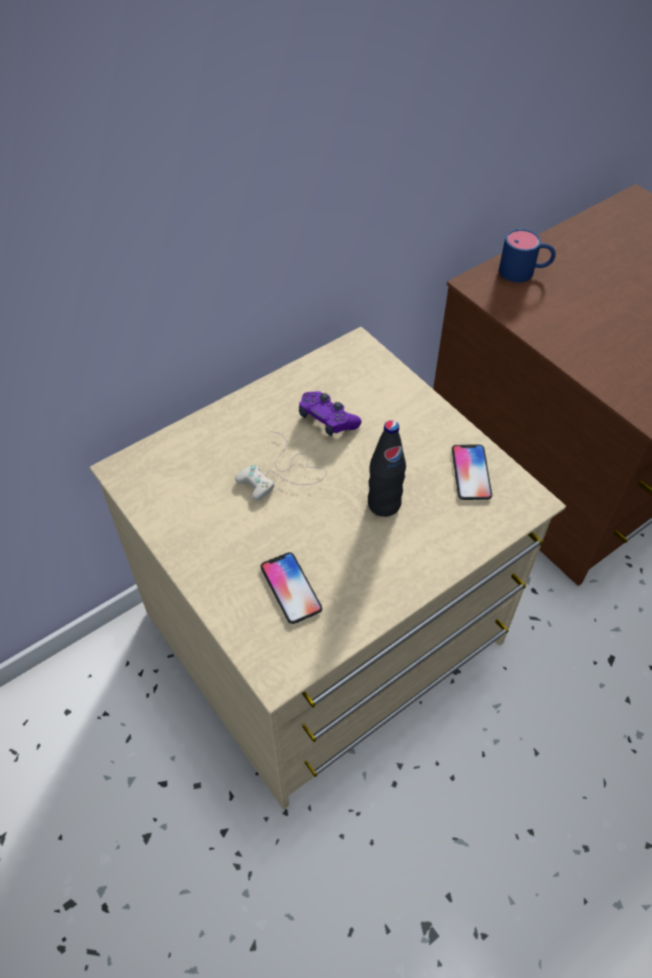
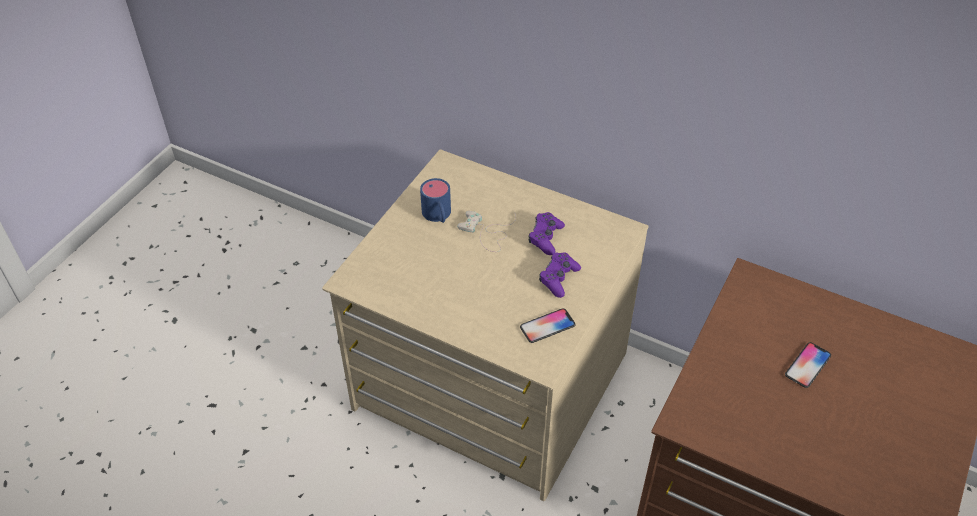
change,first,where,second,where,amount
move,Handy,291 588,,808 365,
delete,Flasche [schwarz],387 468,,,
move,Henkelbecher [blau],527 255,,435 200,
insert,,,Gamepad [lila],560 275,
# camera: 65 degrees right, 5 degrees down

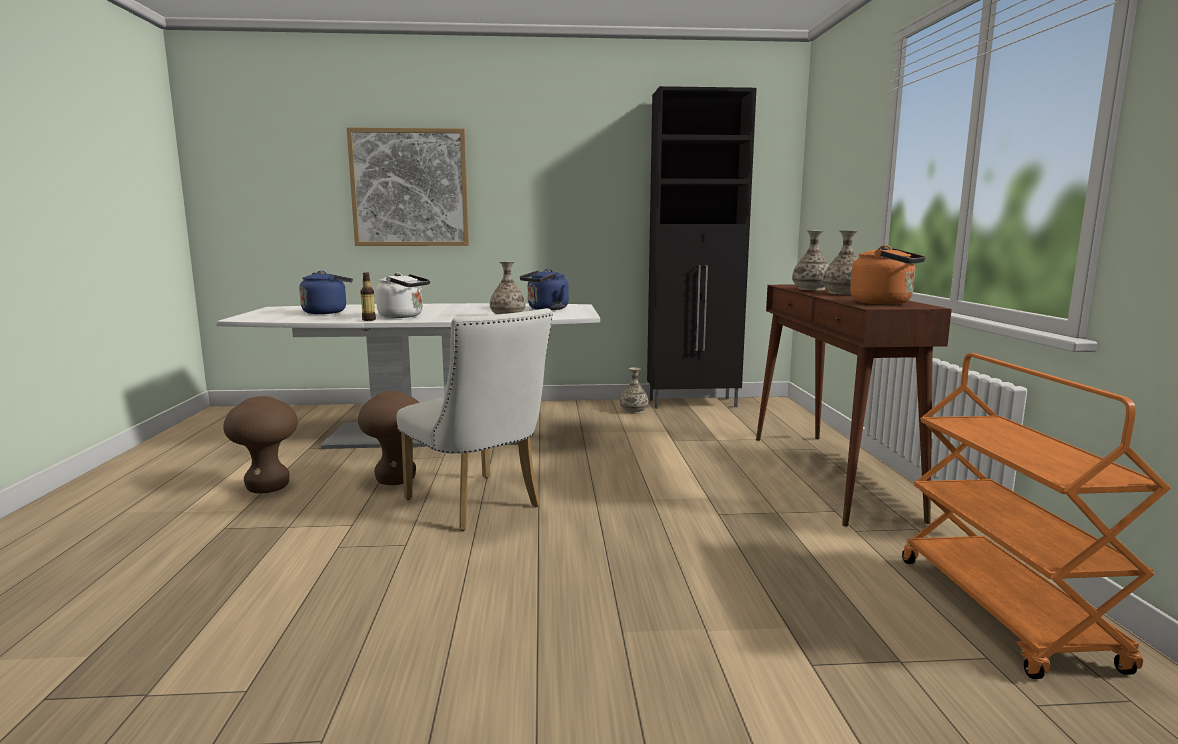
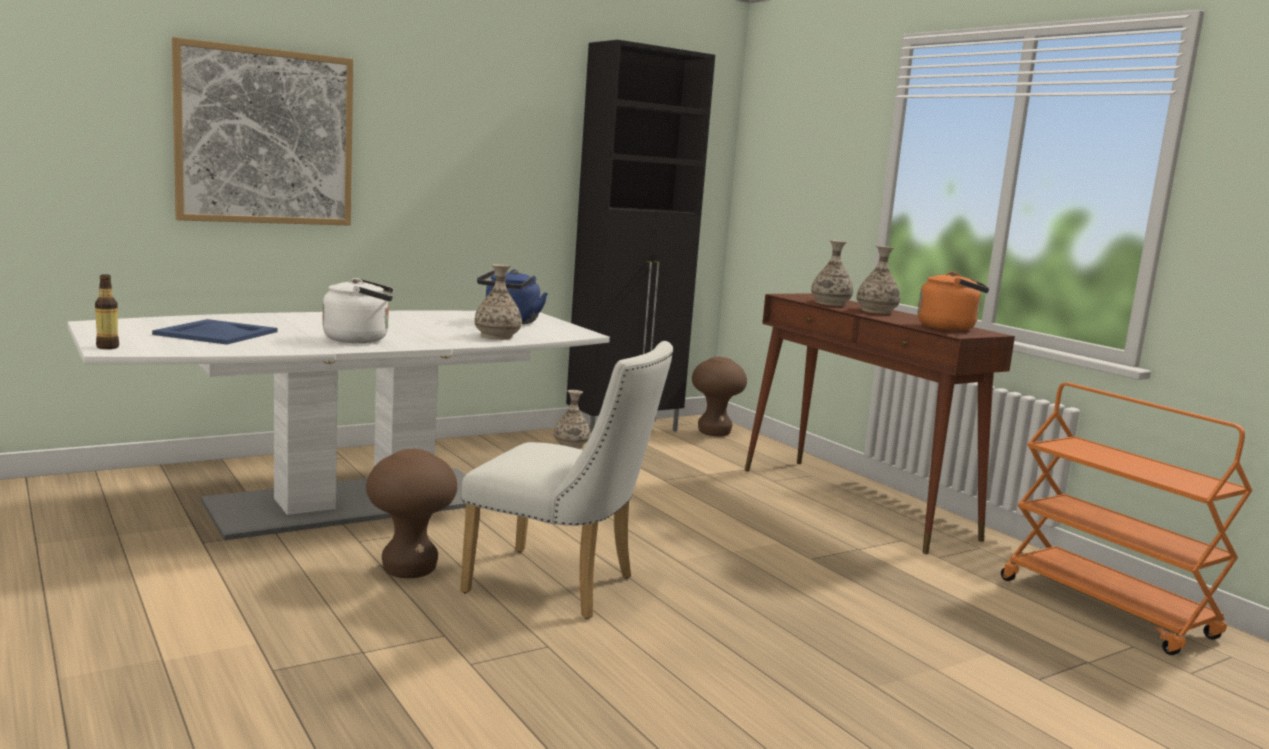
change,first,where,second,where,amount
move,Hocker [braun],260 444,,719 396,
replace,Wasserkessel [blau],326 292,Tablett [blau],214 332,
move,Flasche,368 296,,107 311,
# camera: 30 degrees left, 0 degrees up

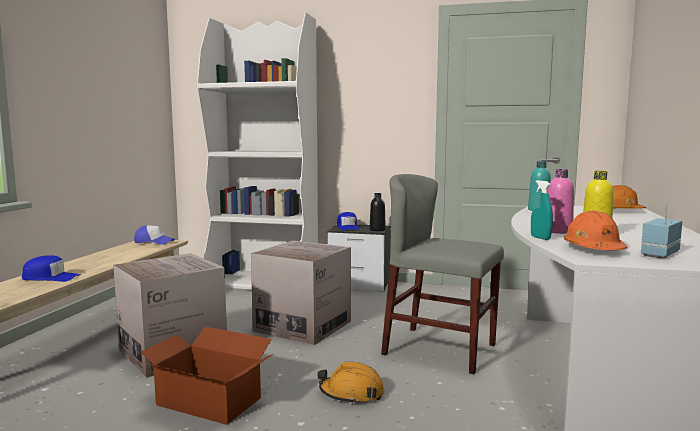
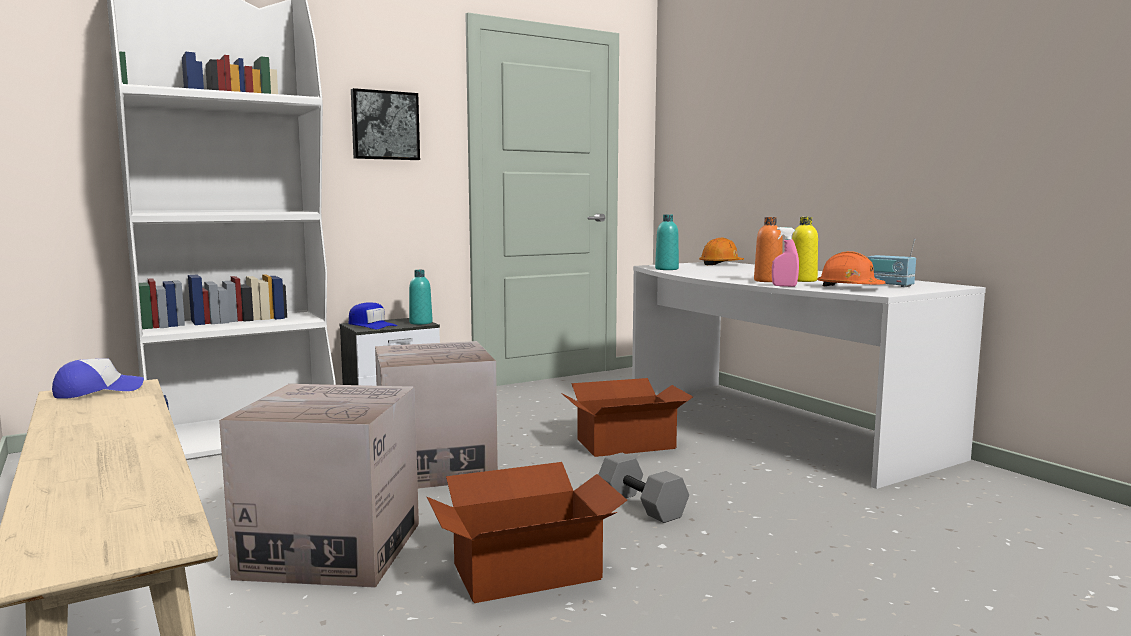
change,first,where,second,where,amount
delete,Kappe [blau],51 268,,,
replace,Schutzhelm [orange],350 383,Hantel [grau],643 488,
recolor,Flasche [schwarz],378 212,Flasche [türkis],421 297,
replace,Stuhl [grau],442 274,Karton,627 417,
recolor,Sprühflasche [türkis],542 210,Sprühflasche [rosa],785 257,
recolor,Flasche [rosa],561 201,Flasche [orange],768 249,
rotate,Radio,661 230,,892 262,45 degrees counterclockwise
insert,,,Bild,385 124,
# camera: 45 degrees left, 0 degrees up

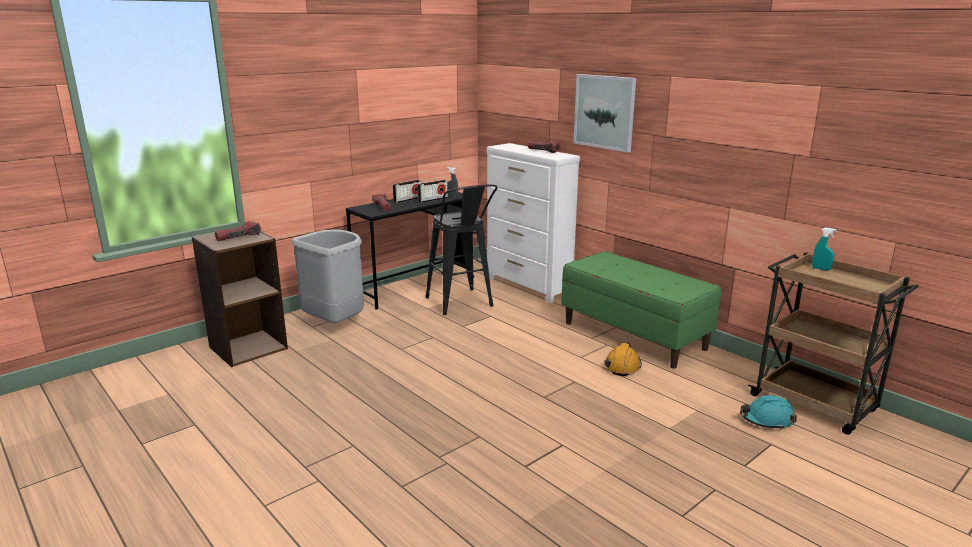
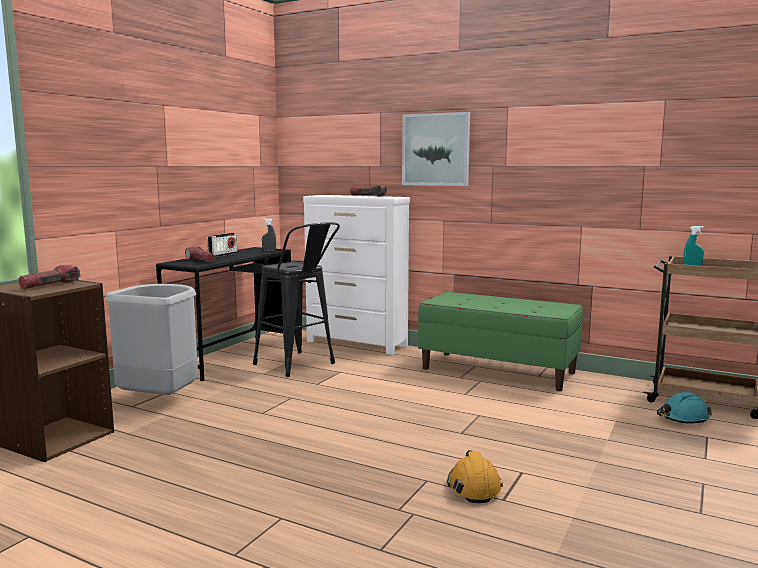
change,first,where,second,where,amount
delete,Radio,433 191,,,
move,Schutzhelm [orange],623 359,,475 476,
# camera: 20 degrees left, 10 degrees down

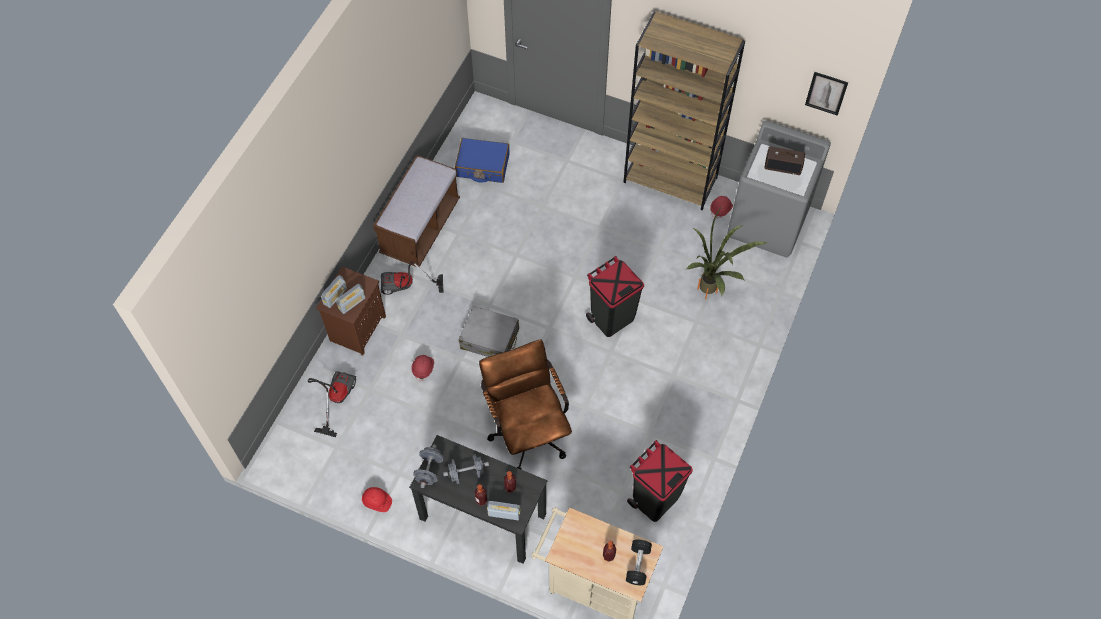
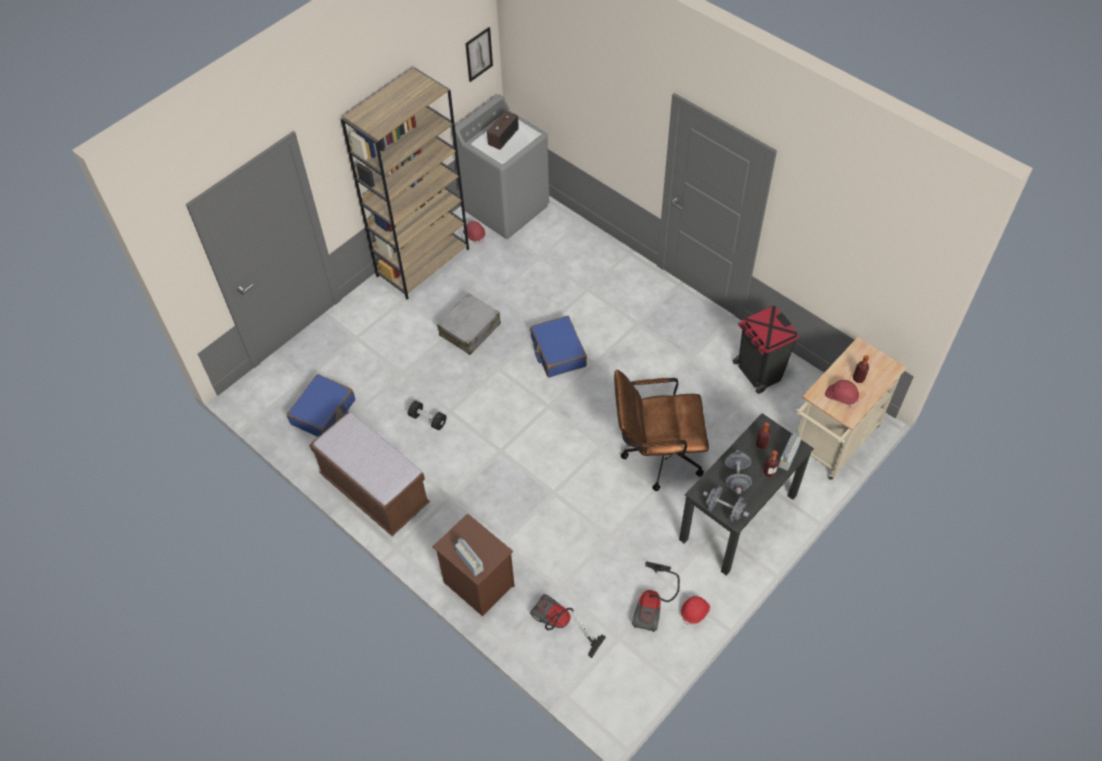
change,first,where,second,where,amount
delete,Radio,350 299,,,
move,Staubsauger,412 278,,656 596,
move,Schutzhelm [rot],422 368,,842 393,
move,Koffer [grau],489 331,,469 324,
replace,Mülleimer [schwarz],615 296,Koffer [blau],558 346,
move,Hantel [schwarz],639 562,,427 415,
delete,Topfpflanze,727 253,,,
# camera: 70 degrees left, 5 degrees down

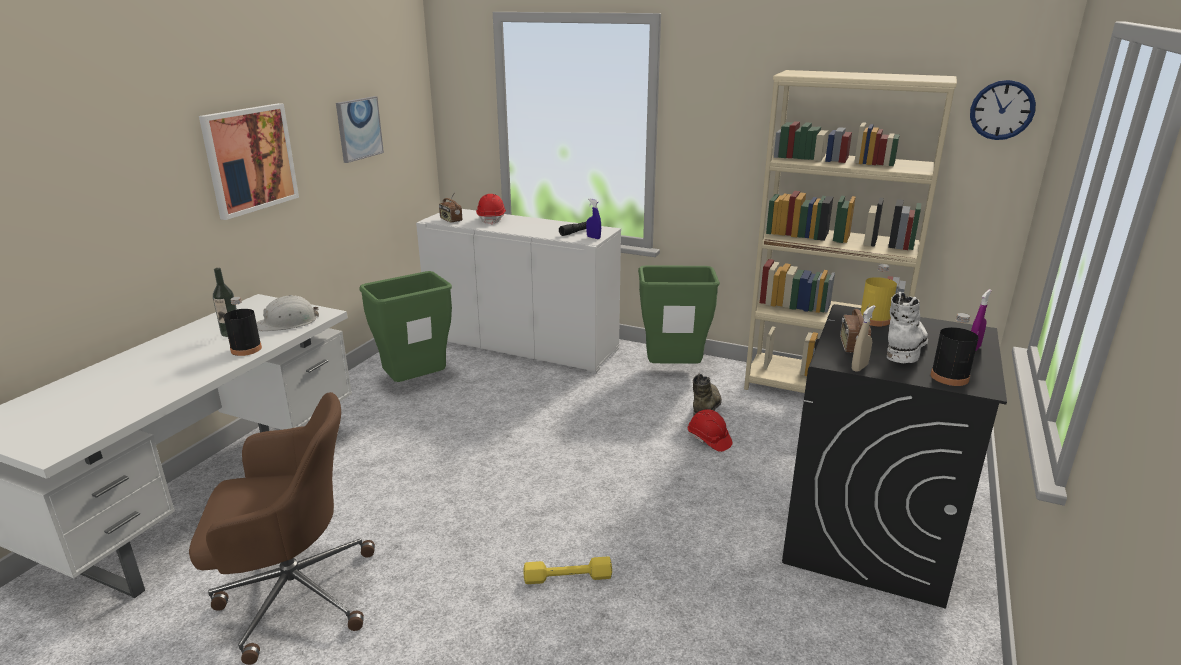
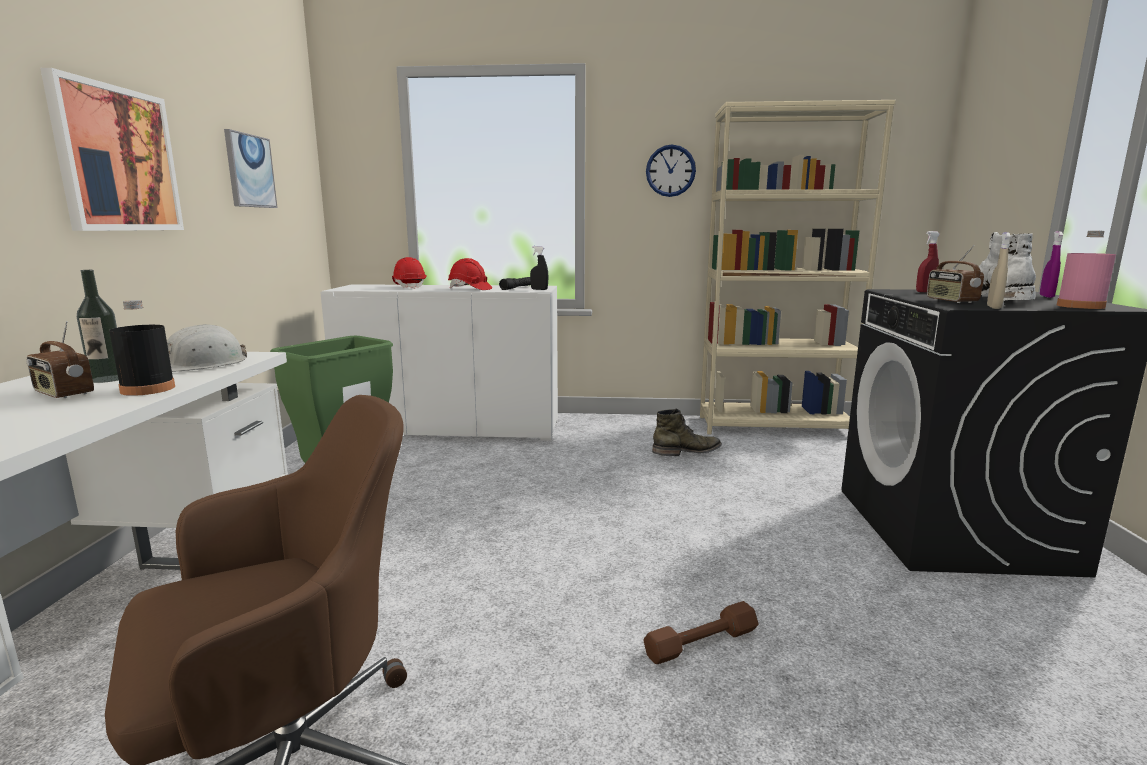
change,first,where,second,where,amount
move,Radio,450 207,,60 359,
recolor,Hantel [gelb],568 570,Hantel [braun],701 632,
recolor,Sprühflasche [blau],593 218,Sprühflasche [schwarz],539 268,
delete,Mülleimer [grün],679 314,,,
move,Schutzhelm [rot],710 430,,470 274,
rotate,Stiefel [grün],707 395,,687 432,75 degrees clockwise
replace,Flasche [gelb],879 295,Sprühflasche [rot],928 261,
recolor,Flasche [schwarz],955 349,Flasche [rosa],1086 270,
move,Wanduhr,1003 110,,671 171,
# camera: 20 degrees left, 10 degrees down

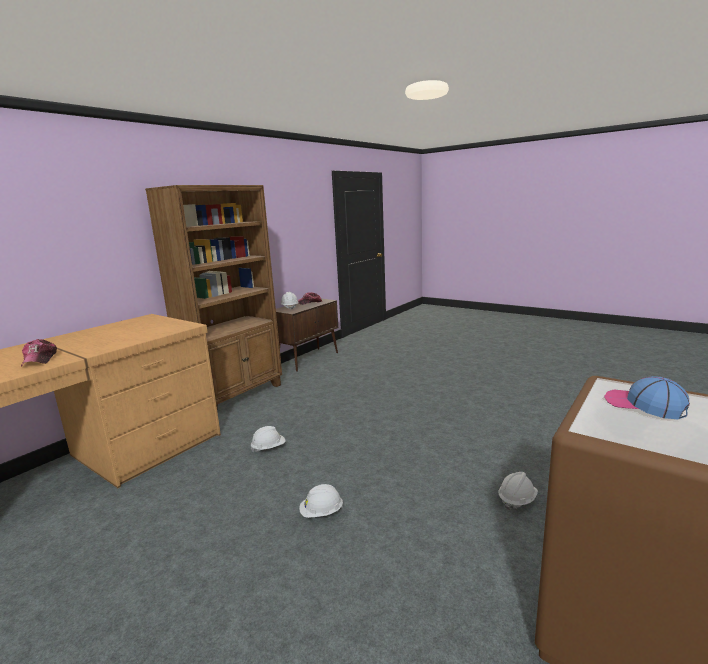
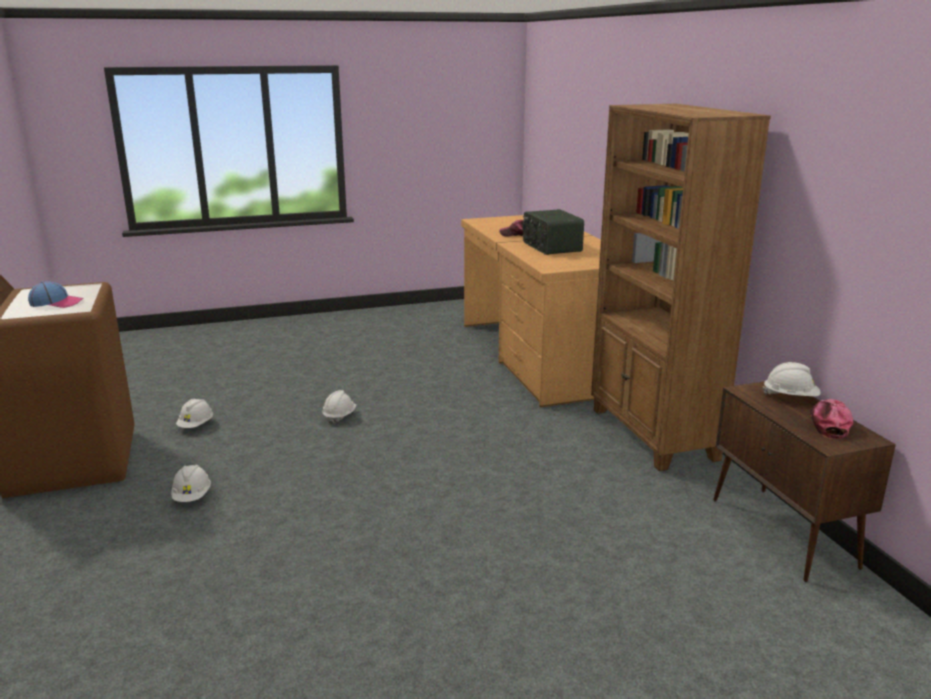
change,first,where,second,where,amount
move,Schutzhelm [weiß],268 439,,194 413,
insert,,,Radio,553 232,
# camera: 125 degrees right, 5 degrees up

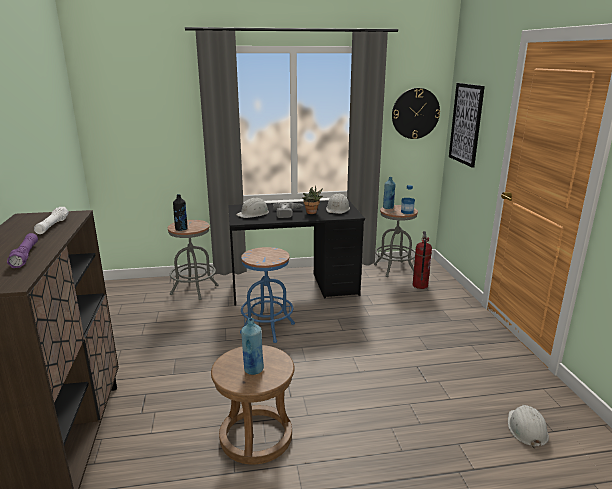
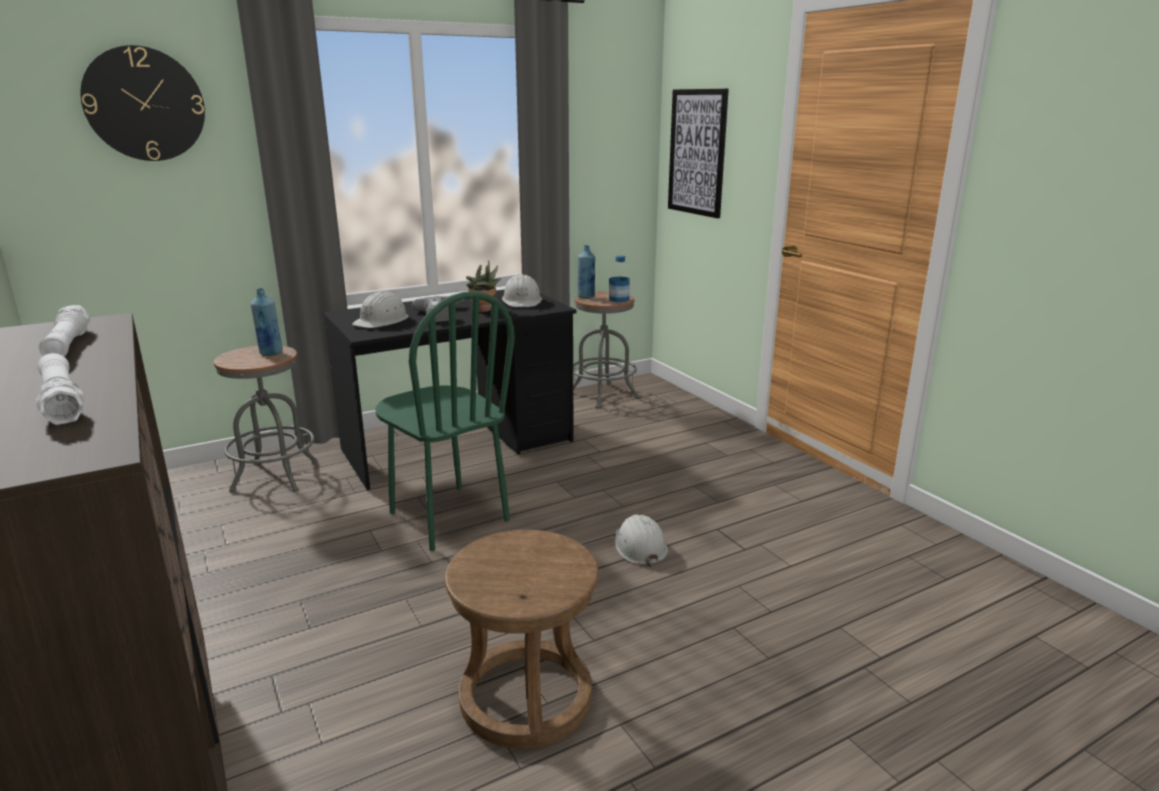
change,first,where,second,where,amount
recolor,Taschenlampe [lila],22 250,Taschenlampe [weiß],60 389,
delete,Flasche [schwarz],180 212,,,
replace,Hocker [blau],267 295,Stuhl [grün],445 421,
move,Flasche [blau],252 346,,267 322,
move,Wanduhr,416 113,,142 103,
delete,Feuerlöscher,422 260,,,
move,Schutzhelm [weiß],528 426,,641 541,
# camera: 20 degrees left, 0 degrees up

